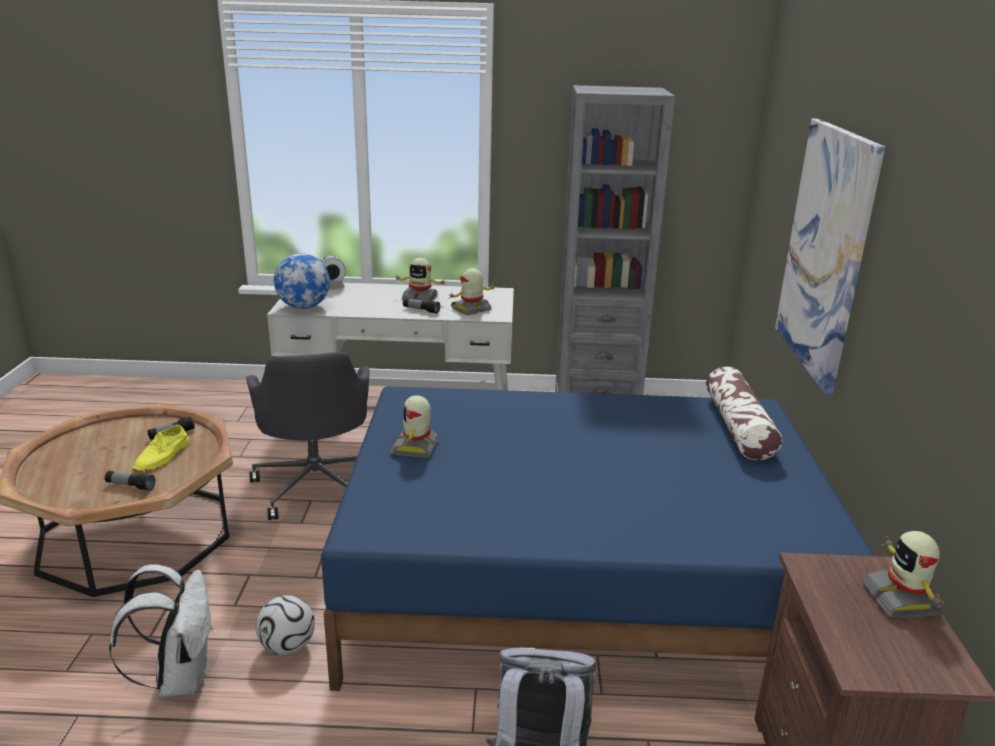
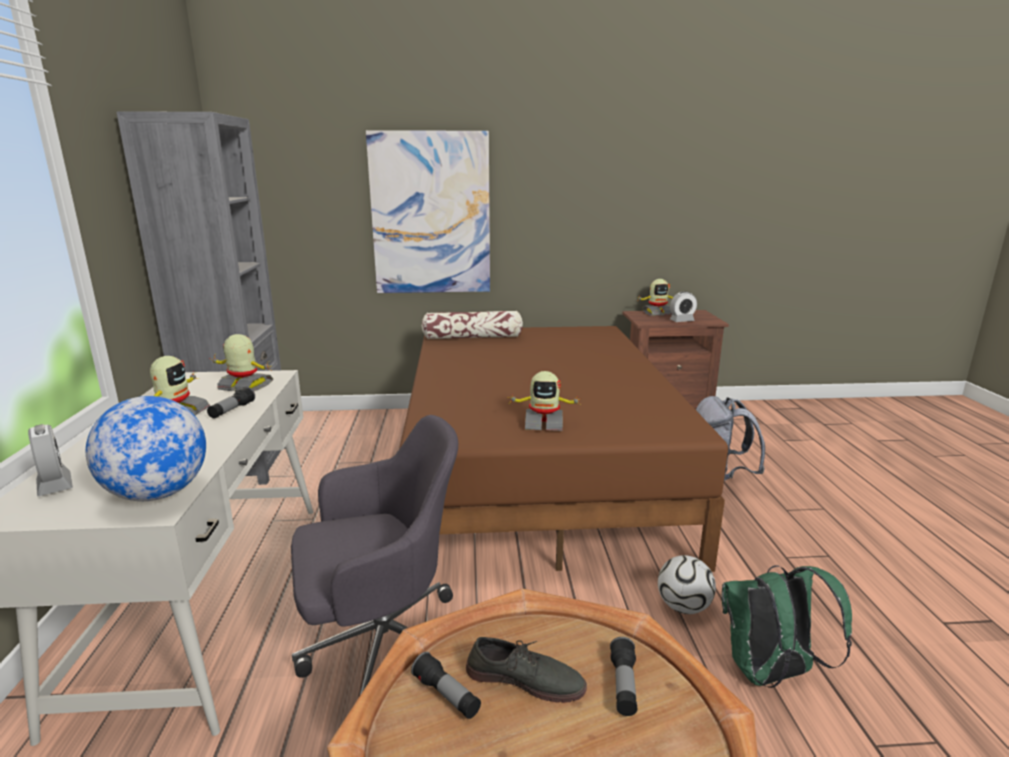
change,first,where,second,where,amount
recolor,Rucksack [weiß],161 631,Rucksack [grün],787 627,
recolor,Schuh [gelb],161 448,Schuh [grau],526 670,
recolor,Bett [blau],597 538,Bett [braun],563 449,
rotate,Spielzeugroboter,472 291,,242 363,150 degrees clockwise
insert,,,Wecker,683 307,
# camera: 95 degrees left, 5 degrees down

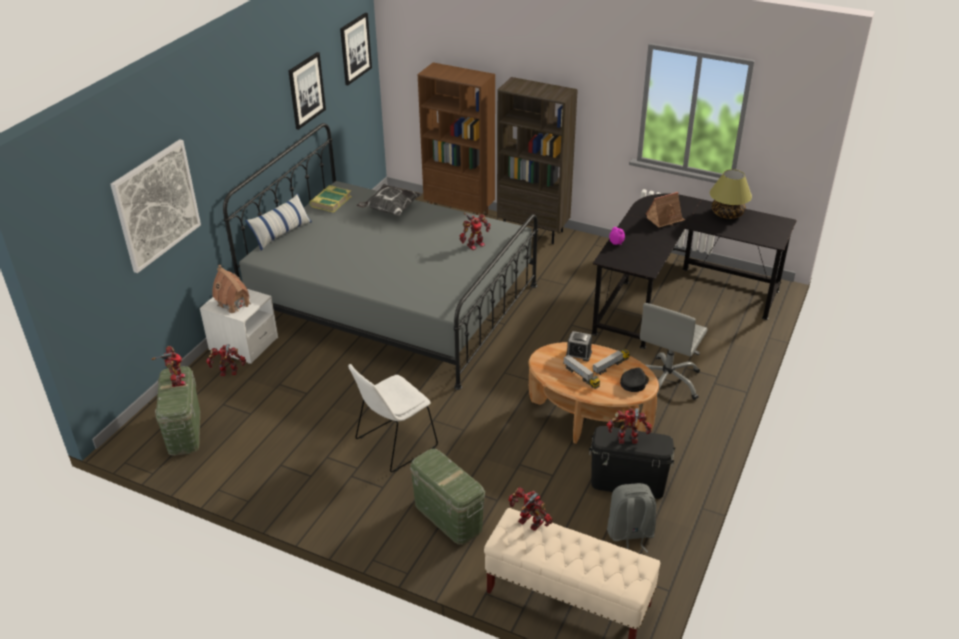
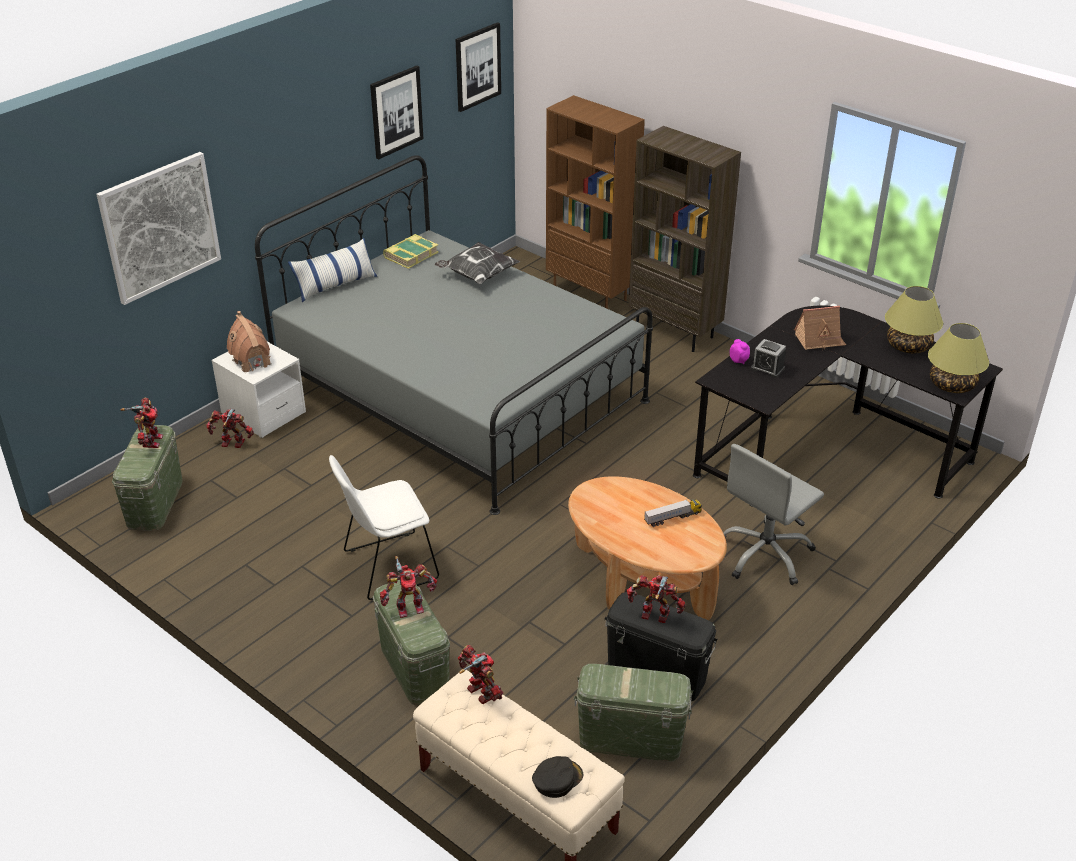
change,first,where,second,where,amount
move,Spielzeugroboter,474 231,,408 587,
delete,Spielzeuglaster,582 372,,,
move,Wecker,579 346,,768 358,
replace,Rucksack [grau],631 518,Aufbewahrungsbox [grün],633 713,
move,Kappe [schwarz],634 380,,558 777,
insert,,,Tischlampe,958 358,
# camera: 15 degrees right, 0 degrees up

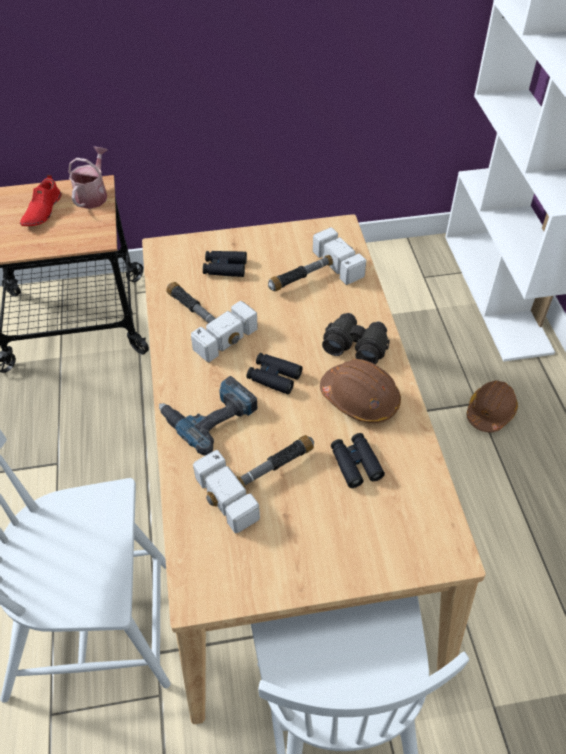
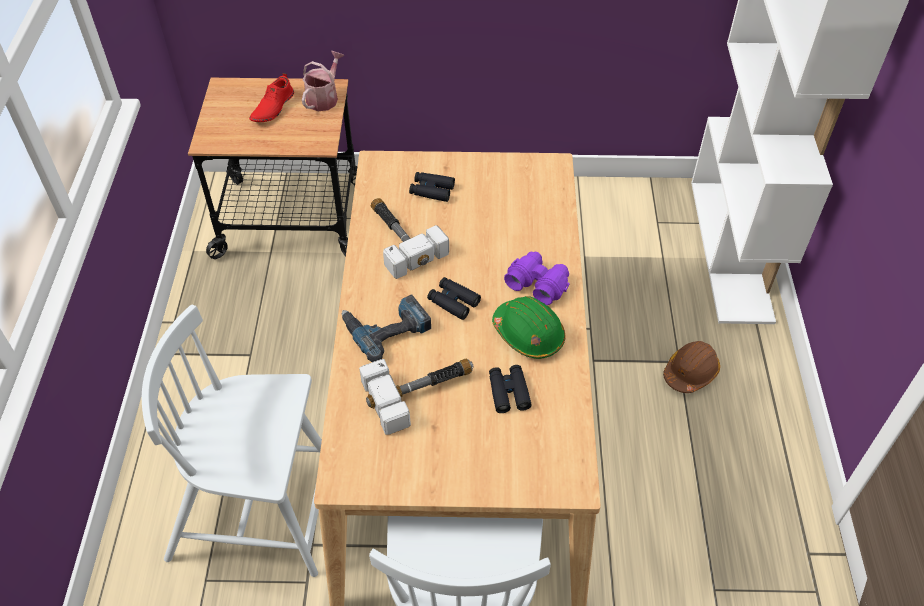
change,first,where,second,where,amount
delete,Hammer,317 259,,,
recolor,Schutzhelm [braun],360 391,Schutzhelm [grün],528 327,
recolor,Fernglas [schwarz],356 339,Fernglas [lila],537 278,
# camera: 10 degrees right, 0 degrees up

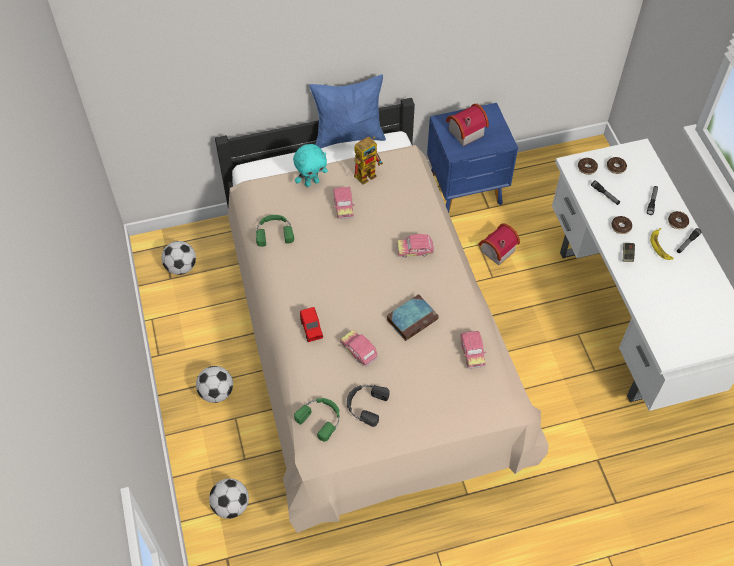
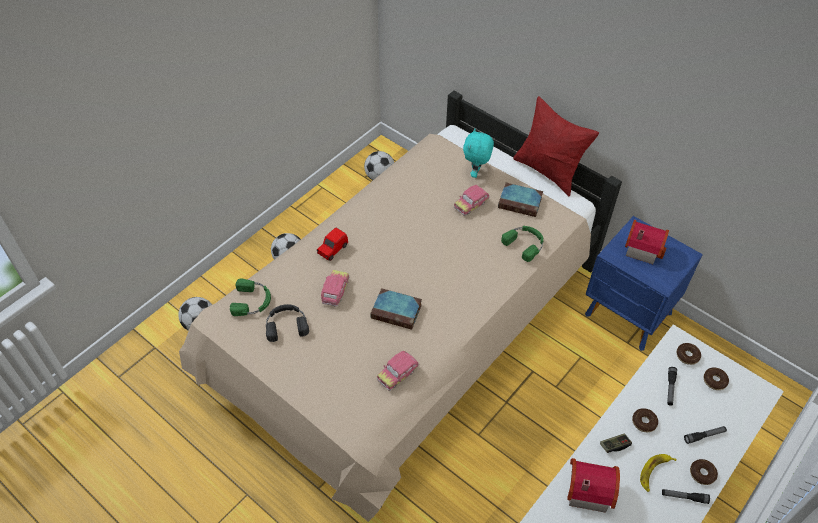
change,first,where,second,where,amount
move,Kopfhörer [grün],275 231,,522 244,
rotate,Plüschtier [türkis],310 165,,478 153,75 degrees clockwise
recolor,Kissen [blau],347 111,Kissen [rot],556 146,
replace,Spielzeugroboter,368 160,Buch,520 200,
delete,Spielzeugauto,415 246,,,
move,Spielzeughaus,499 244,,593 485,
# camera: 55 degrees right, 5 degrees down

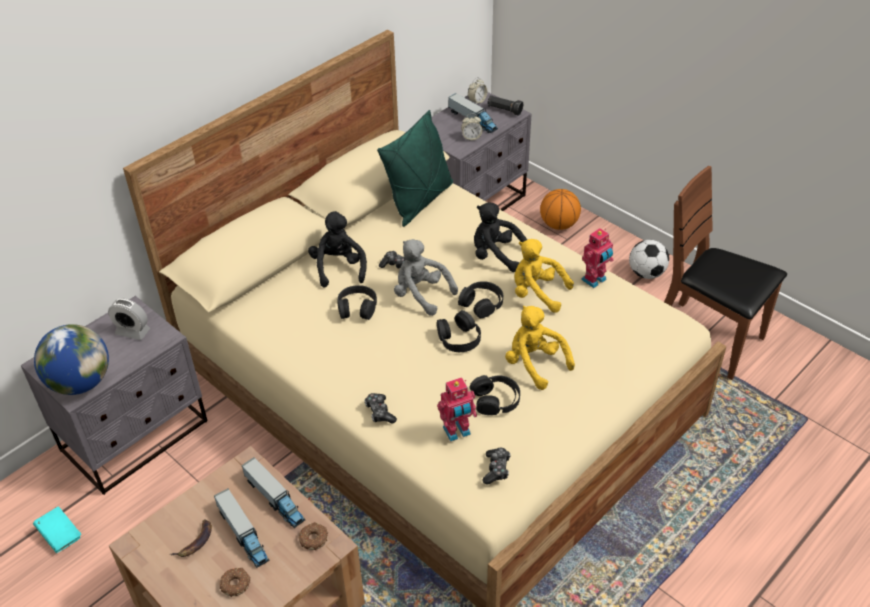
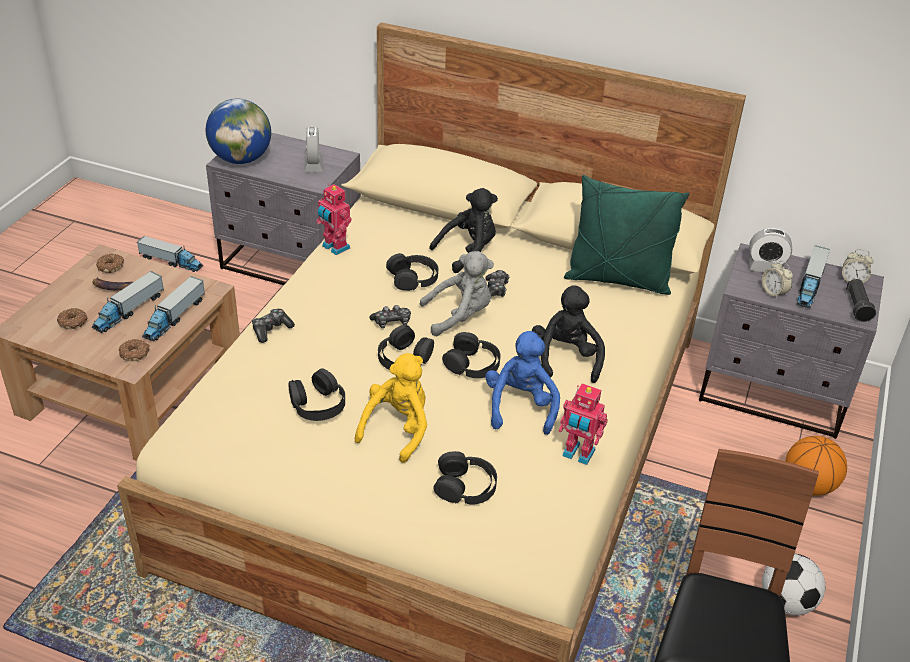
change,first,where,second,where,amount
replace,Buch [türkis],57 529,Spielzeuglaster,170 254,
rotate,Plüschtier [grau],426 277,,456 293,60 degrees clockwise
move,Spielzeugroboter,457 409,,334 219,
move,Gamepad,496 466,,390 316,
recolor,Plüschtier [gelb],544 276,Plüschtier [blau],522 383,
insert,,,Donut,110 263,
insert,,,Kopfhörer [schwarz],465 478,
insert,,,Wecker,770 250,
# camera: 65 degrees right, 5 degrees down

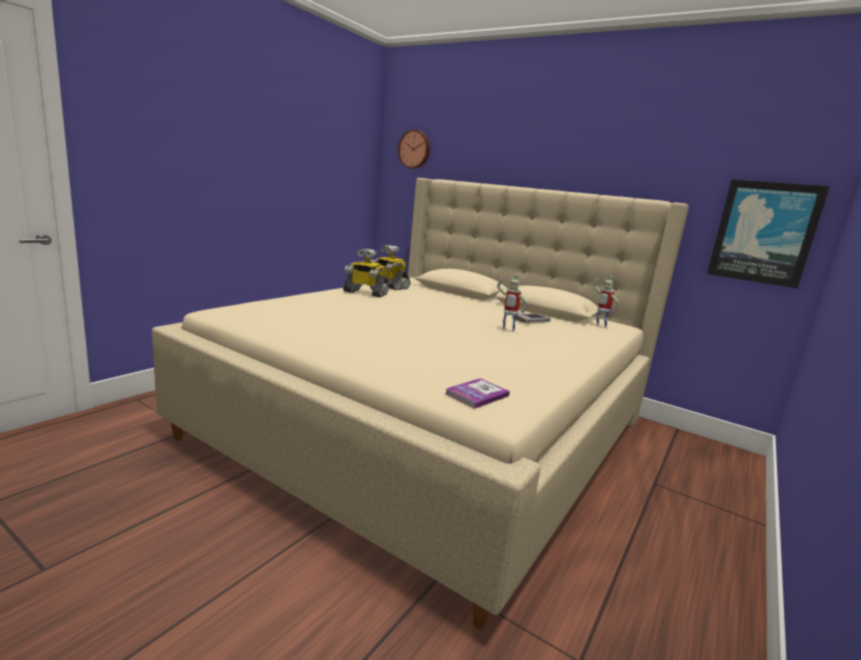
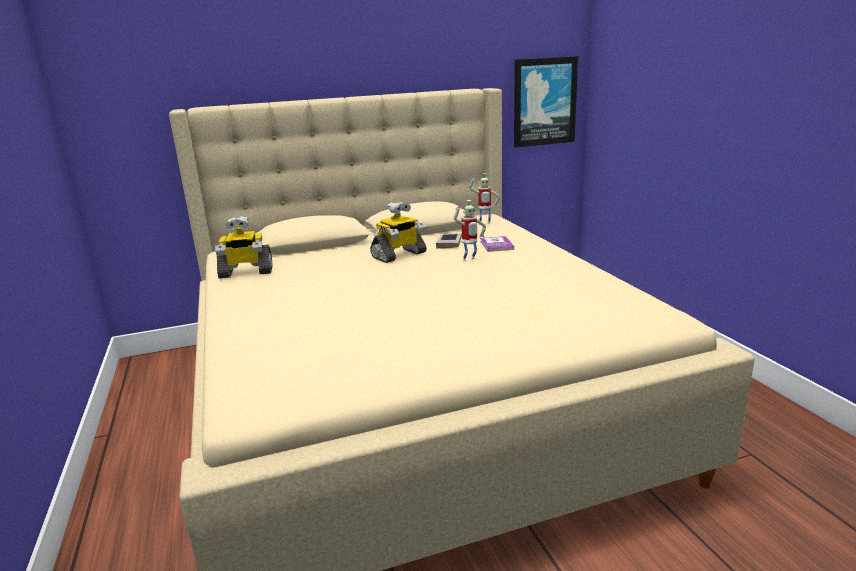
change,first,where,second,where,amount
move,Spielzeugroboter,366 273,,398 232,
delete,Wanduhr,414 149,,,
move,Buch,477 393,,497 244,
# camera: 50 degrees left, 5 degrees up

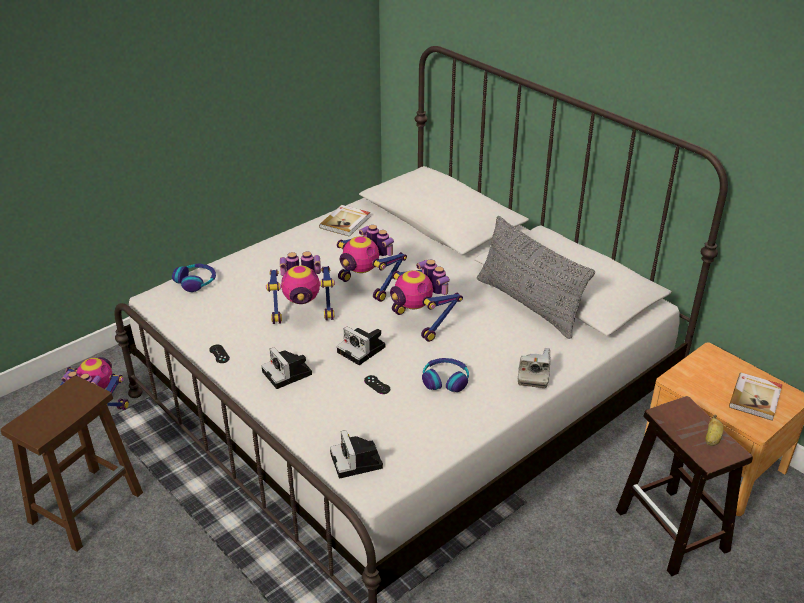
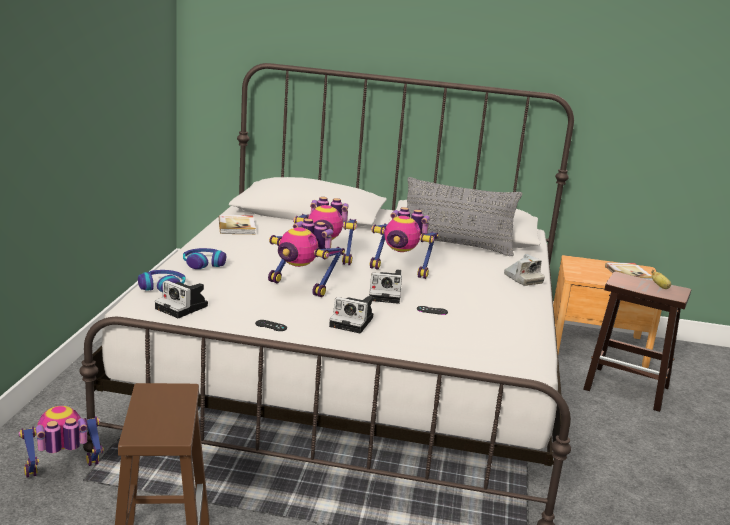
change,first,where,second,where,amount
rotate,Spielzeugroboter,300 287,,306 258,75 degrees clockwise
move,Kamera,356 454,,181 299,
move,Kopfhörer,445 375,,204 258,
# camera: 40 degrees left, 15 degrees down

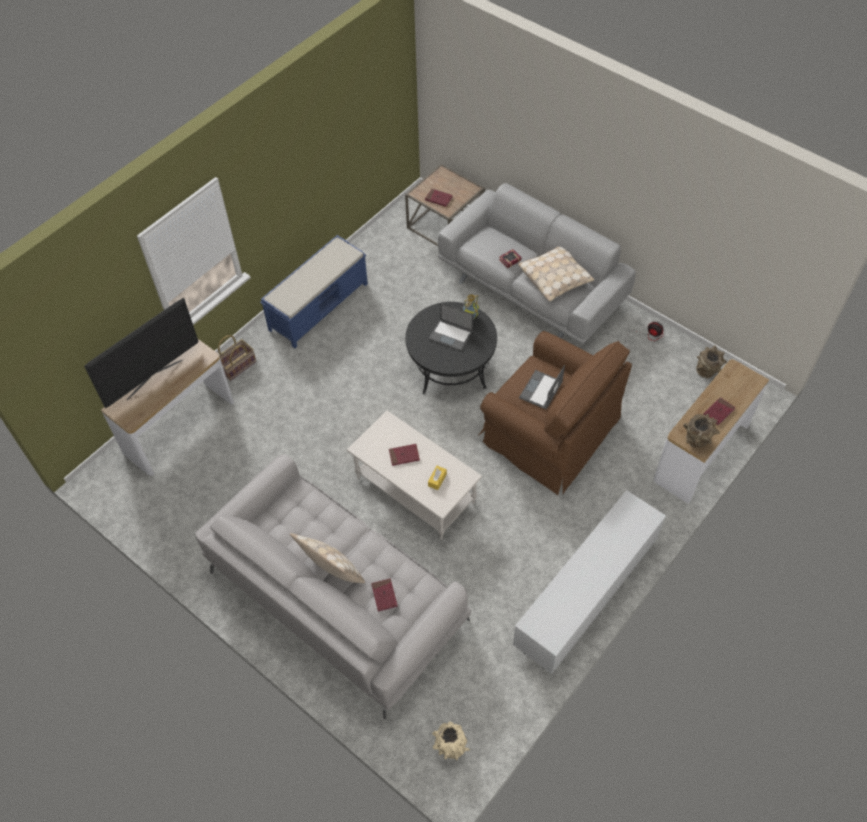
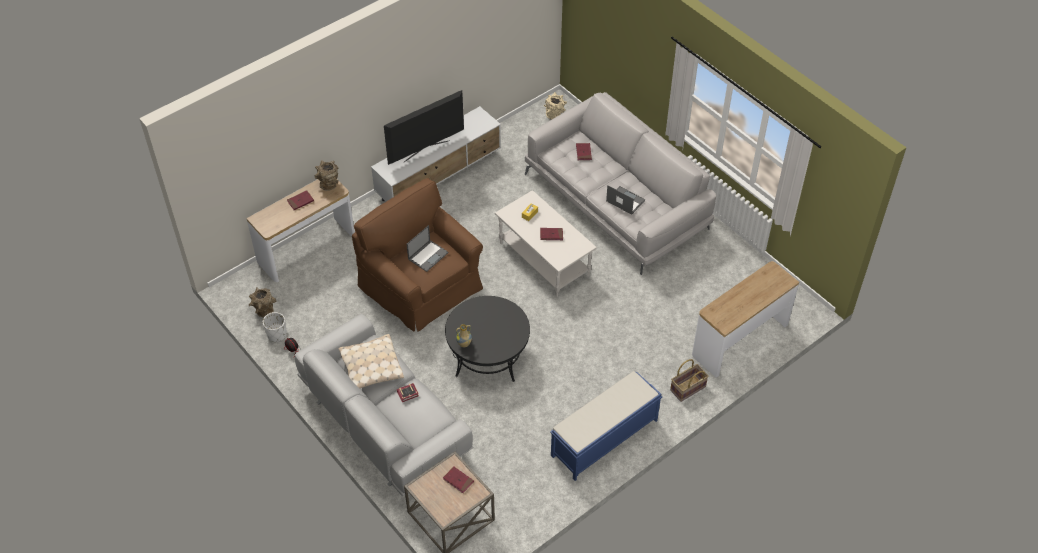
change,first,where,second,where,amount
move,Fernseher,141 353,,424 127,
delete,Kissen [beige],327 558,,,
move,Laptop,450 326,,625 200,
insert,,,Pflanzkübel [weiß],275 327,
# camera: 170 degrees left, 5 degrees down

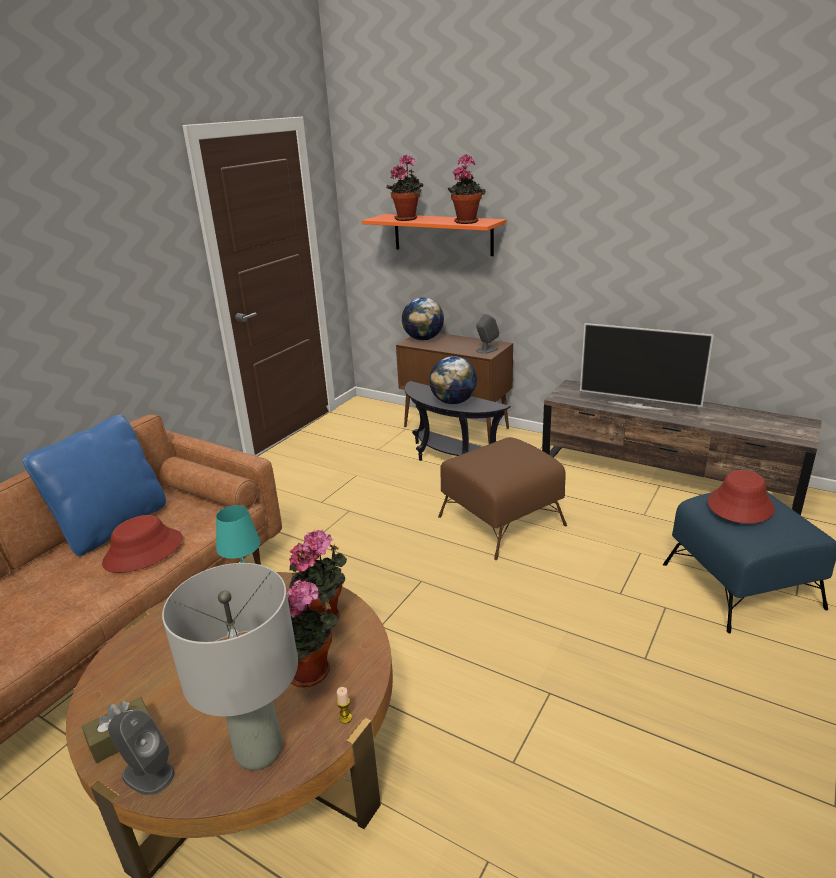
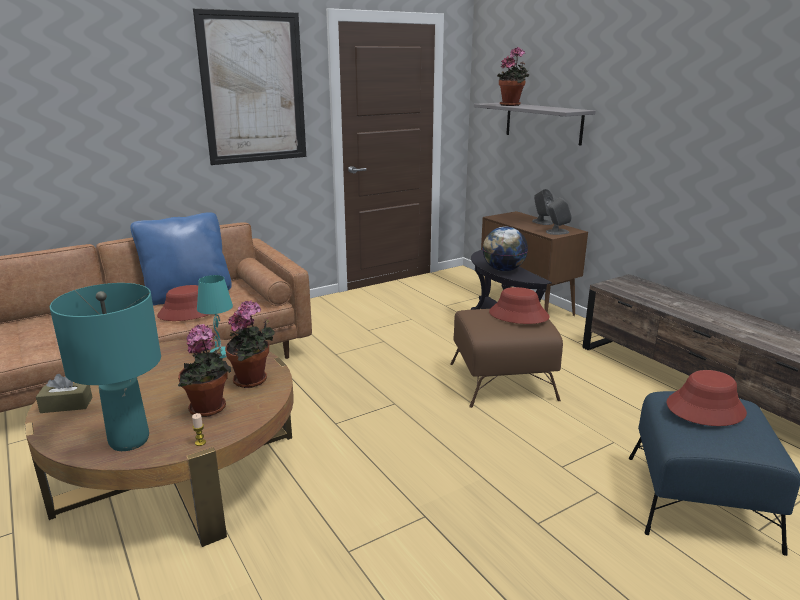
change,first,where,second,where,amount
move,Lautsprecher [grau],141 752,,543 207,
recolor,Tischlampe [grau],230 667,Tischlampe [türkis],105 367,
recolor,Wandregal [orange],434 235,Wandregal [grau],535 124,
delete,Globus,422 318,,,
delete,Topfpflanze,466 189,,,
delete,Fernseher,647 367,,,
insert,,,Bild,249 86,
insert,,,Hut [rot],519 305,
# camera: 25 degrees right, 5 degrees down

